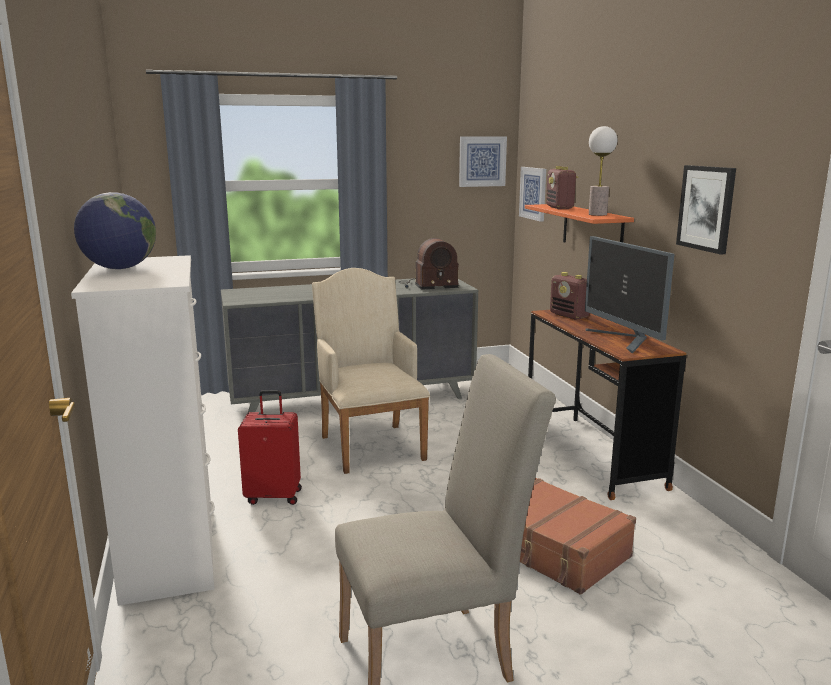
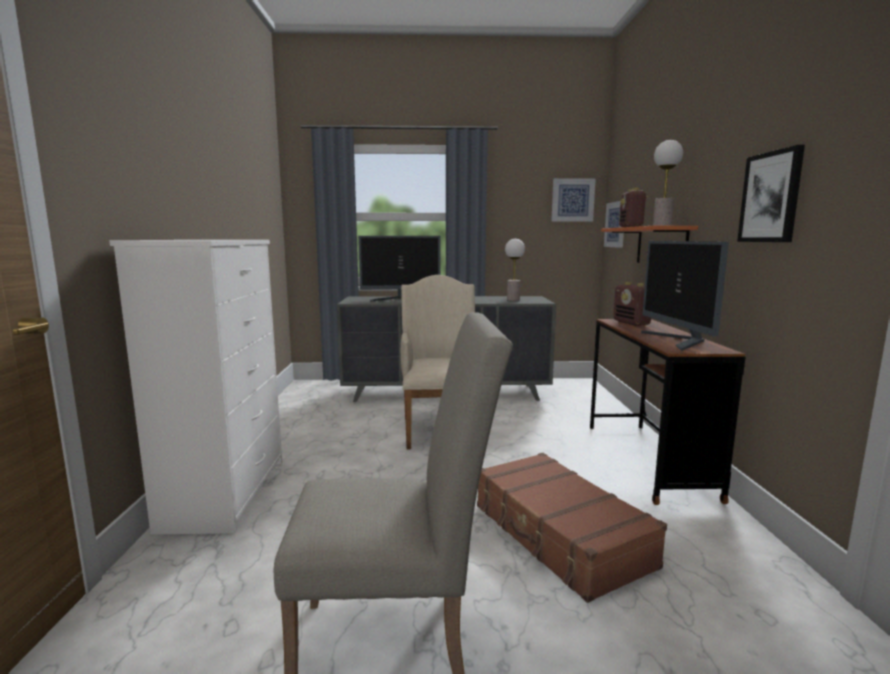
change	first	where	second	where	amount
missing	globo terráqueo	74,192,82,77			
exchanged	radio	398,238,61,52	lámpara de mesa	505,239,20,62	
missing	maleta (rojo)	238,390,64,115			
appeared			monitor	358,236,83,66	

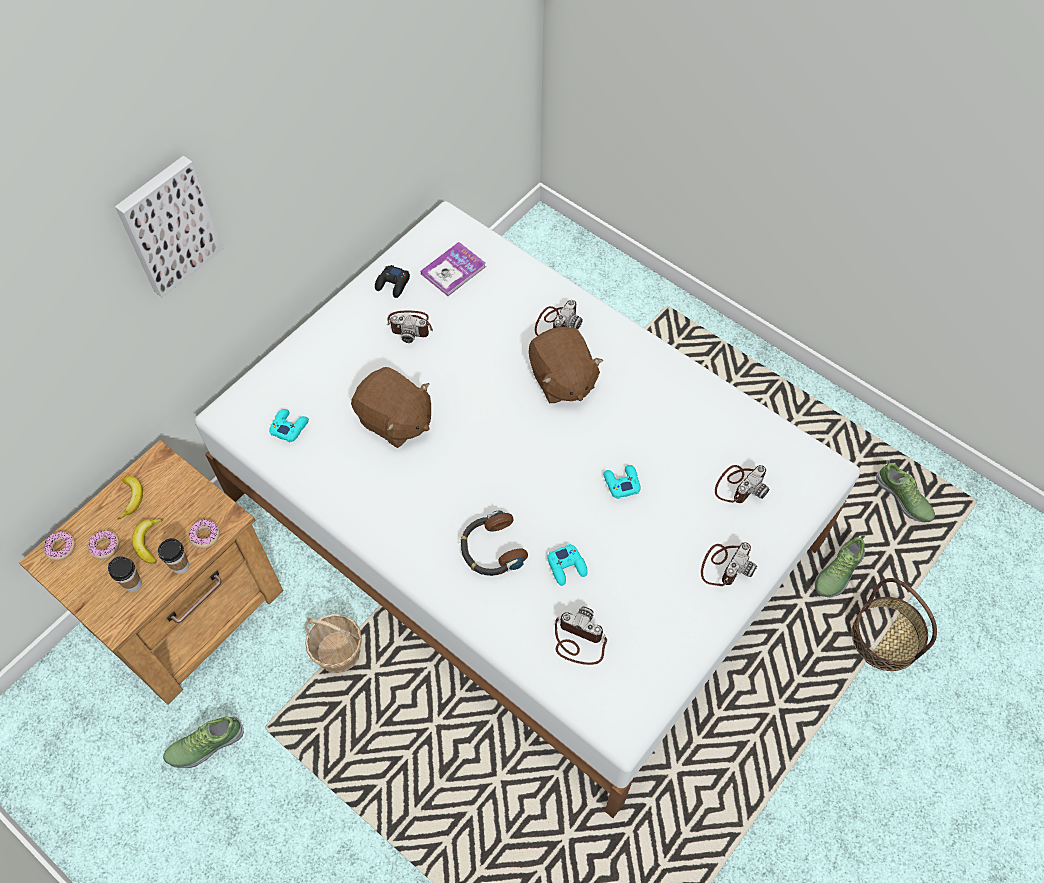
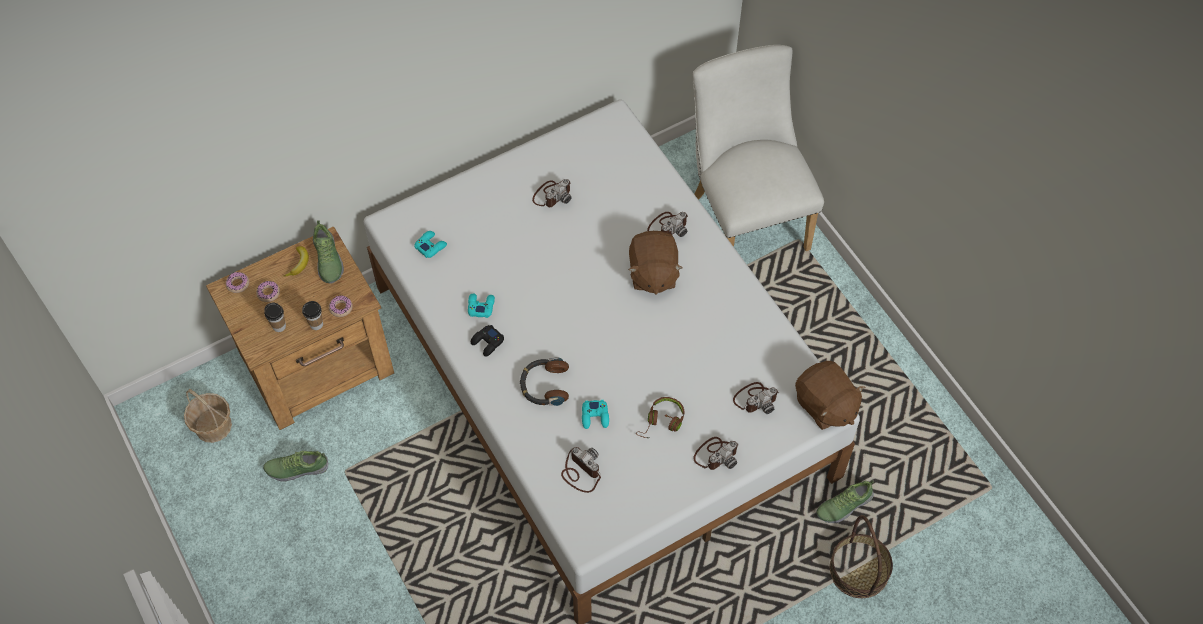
change	first	where	second	where	amount
missing	cuadro	115,155,108,142			
missing	libro	420,242,66,54			
relocated	mando de consola (negro)	375,265,35,33		471,325,33,32	
spun	cámara	387,310,46,33		532,179,40,28	75 degrees counterclockwise
relocated	peluche (marrón)	351,367,80,81		795,361,70,69	
relocated	zapato	876,460,59,63		313,220,31,63	
relocated	mando de consola (turquesa)	603,465,38,34		468,294,27,24	
missing	plátano	132,518,32,46			
relocated	cesta	305,614,57,59		184,389,48,54	
appeared			silla (blanco)	693,45,131,206	
appeared			auriculares (marrón)	636,397,49,41	

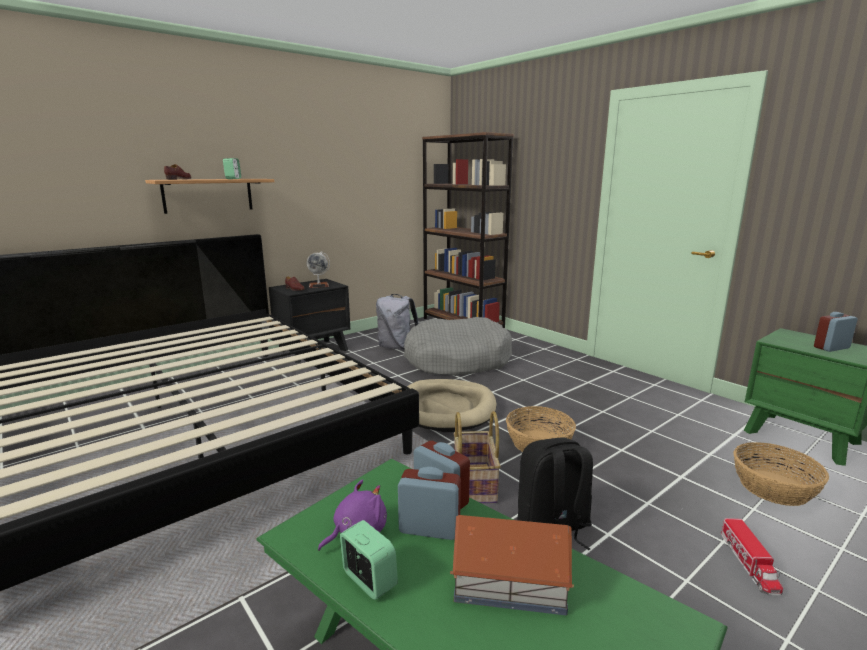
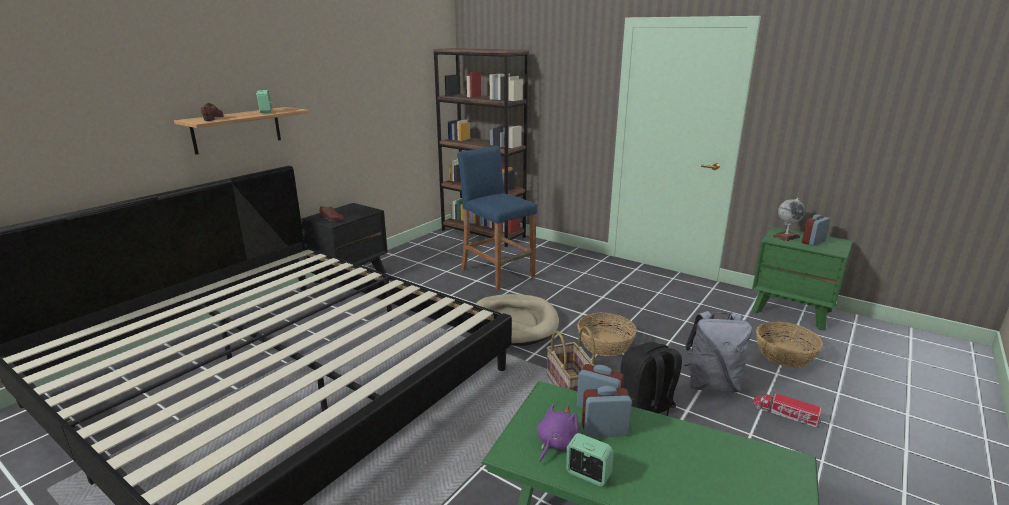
change	first	where	second	where	amount
relocated	globo terráqueo	307,251,23,37		773,198,32,43	
relocated	mochila (gris)	376,294,43,56		684,311,68,82	
exchanged	cama para perro (gris)	404,317,108,59	taburete (azul)	457,146,80,144	
missing	casita	450,515,124,100			
spun	camión de juguete	721,518,62,77		753,392,69,36	135 degrees clockwise

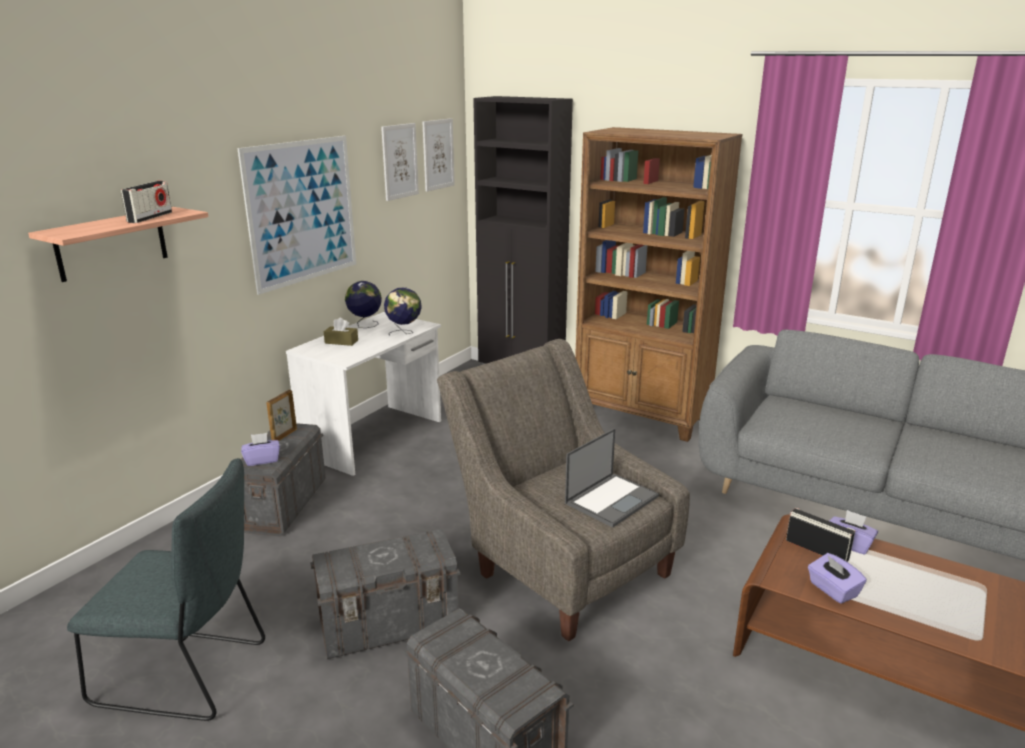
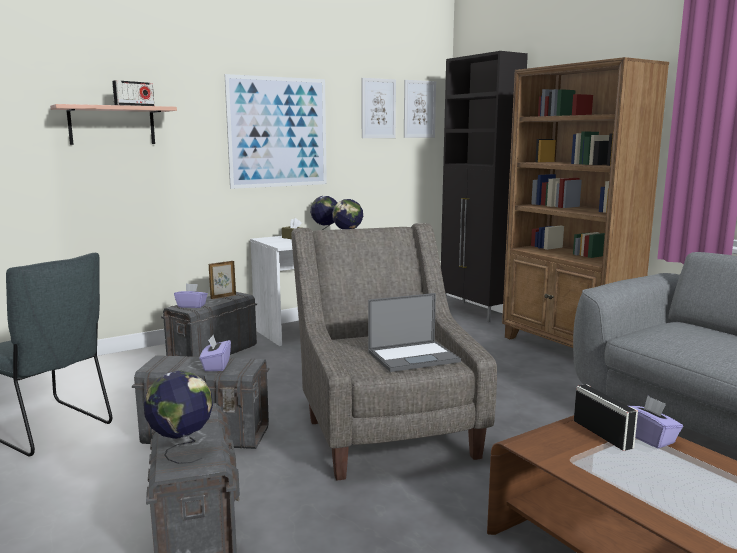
change	first	where	second	where	amount
relocated	caja de pañuelos (morado)	808,553,59,51		200,335,31,36	
appeared			globo terráqueo	143,371,70,93	

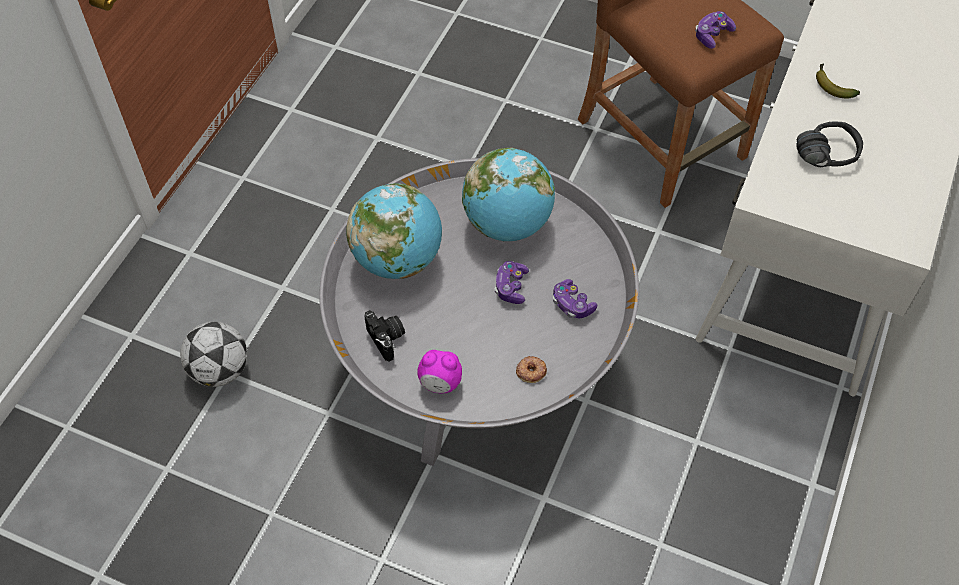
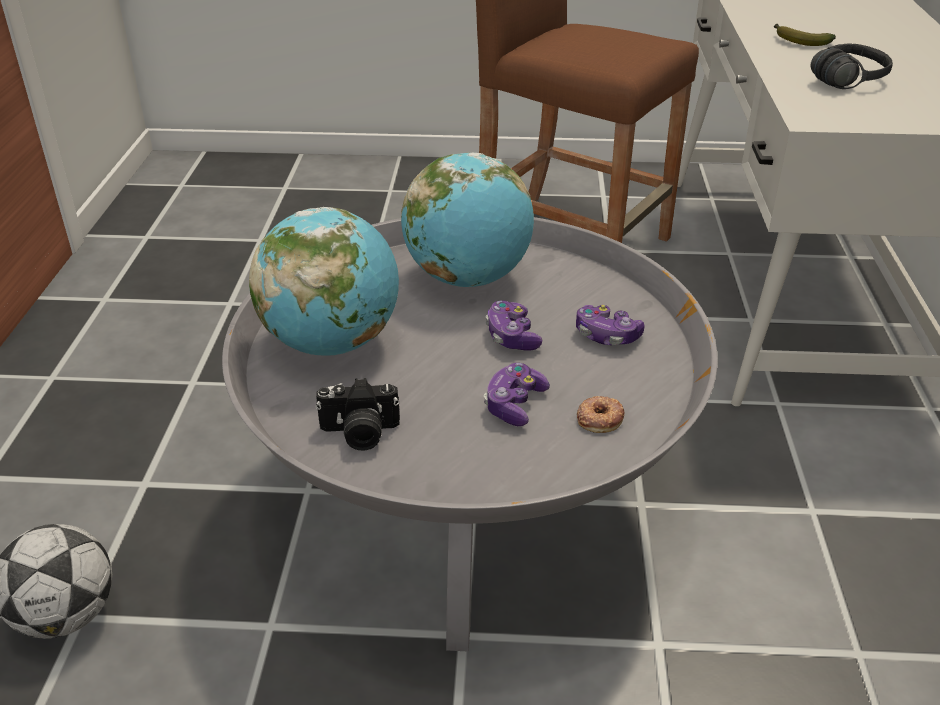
change	first	where	second	where	amount
relocated	mando de consola	695,11,41,38		484,363,66,63	
spun	cámara	364,310,41,52		315,378,85,72	135 degrees clockwise
missing	despertador	417,350,45,43			

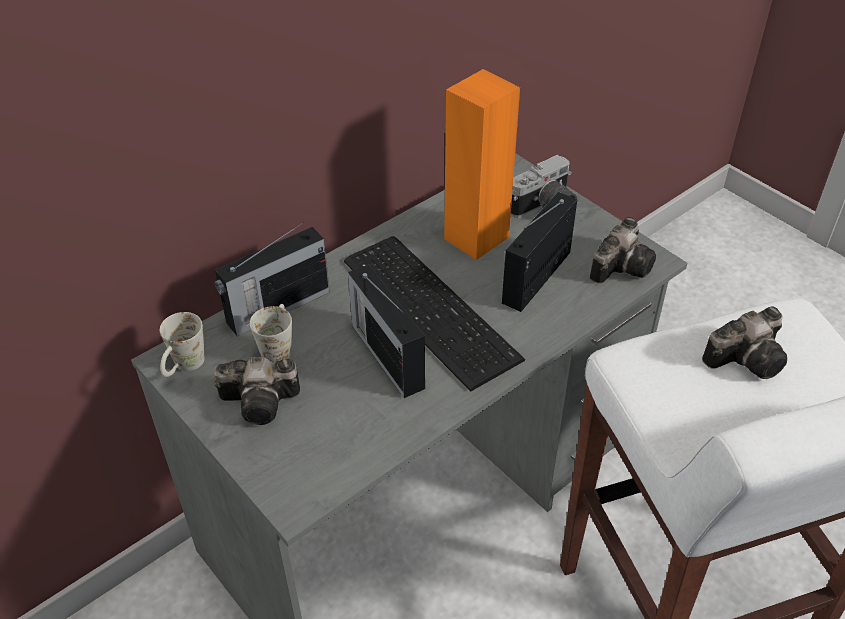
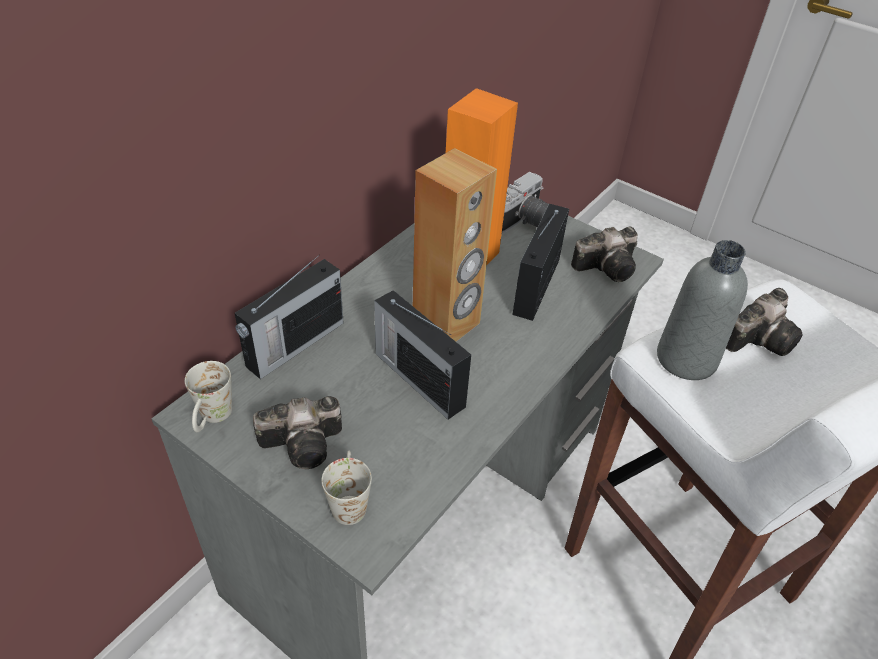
change	first	where	second	where	amount
spun	cámara	590,217,66,67		571,227,67,55	45 degrees clockwise
exchanged	teclado	344,236,181,156	altavoz (marrón)	413,148,84,194	
relocated	taza grande (blanco)	250,304,42,58		321,451,51,74	
appeared			botella (gris)	657,240,91,140	

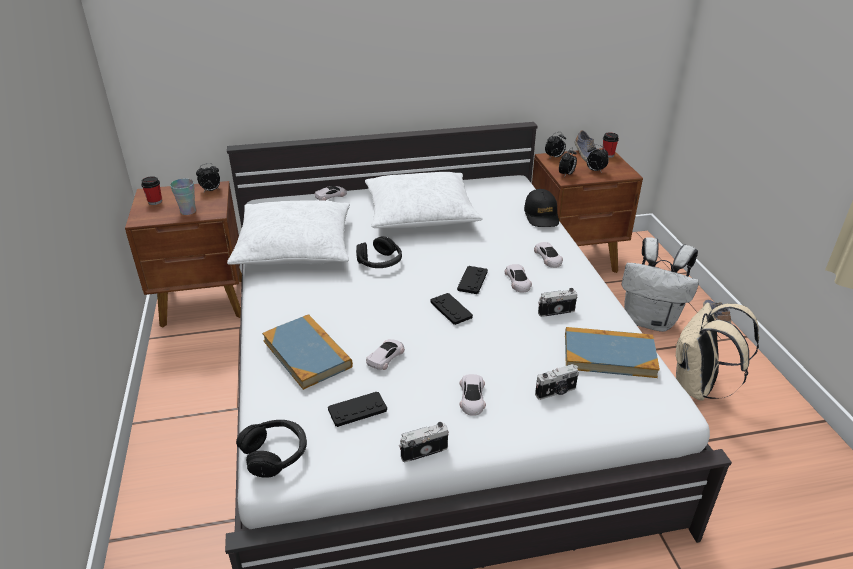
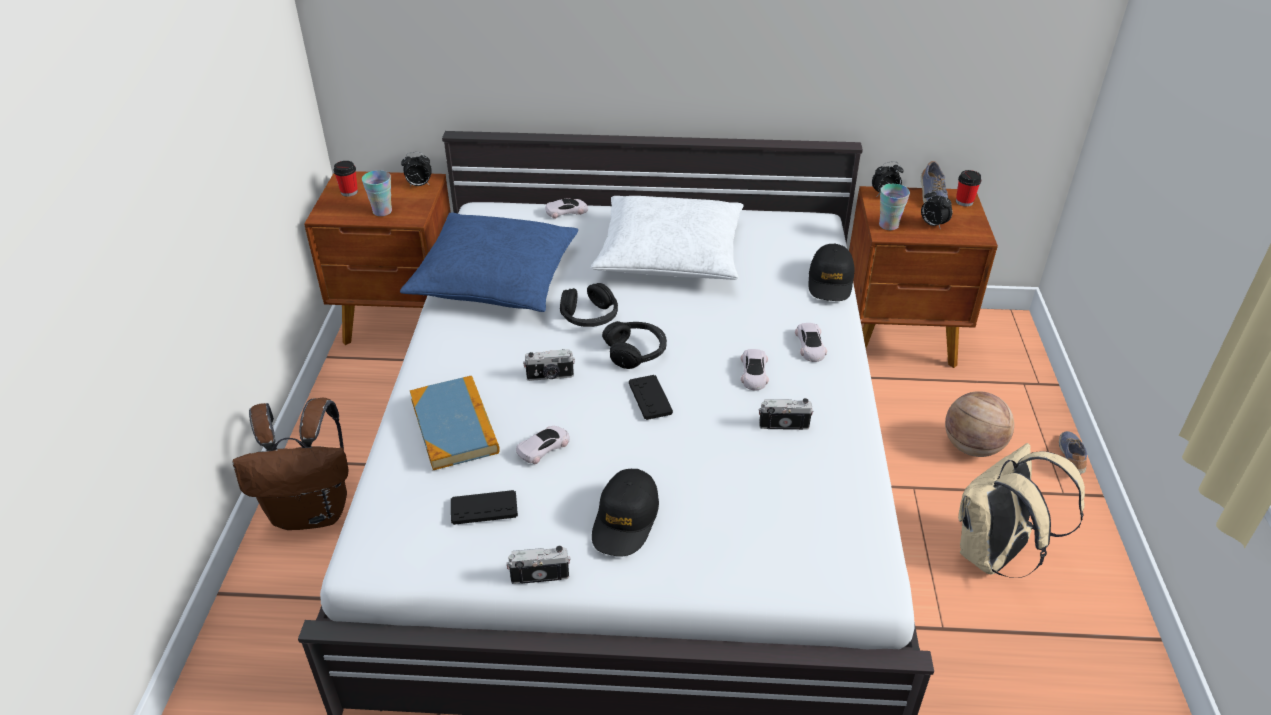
change	first	where	second	where	amount
exchanged	despertador	559,148,18,30	taza	879,184,31,46	
colour	cojín (blanco)	227,200,123,65	cojín (azul)	400,212,178,100	
exchanged	mochila (blanco)	622,238,77,94	balón de baloncesto	945,391,69,66	
missing	mando de consola (negro)	457,266,31,28			
missing	libro	565,327,95,51			
relocated	cámara	535,364,44,36		523,349,52,32	
exchanged	coche de juguete (blanco)	459,374,27,42	gorra (negro)	592,469,67,88	
relocated	auriculares (negro)	236,420,71,58		602,321,65,48	
appeared			mochila (marrón)	232,398,116,132	

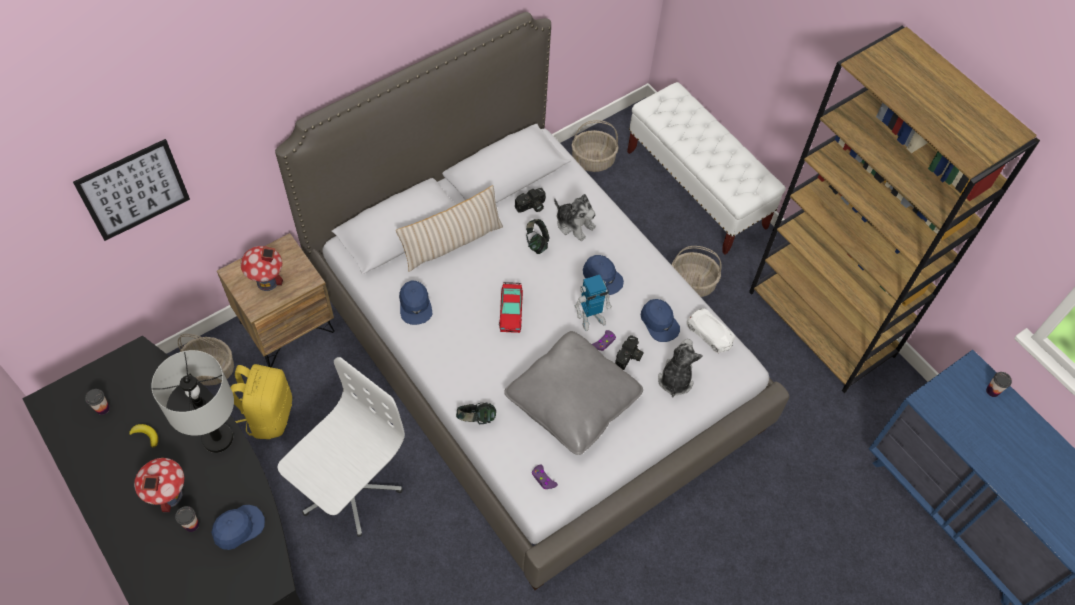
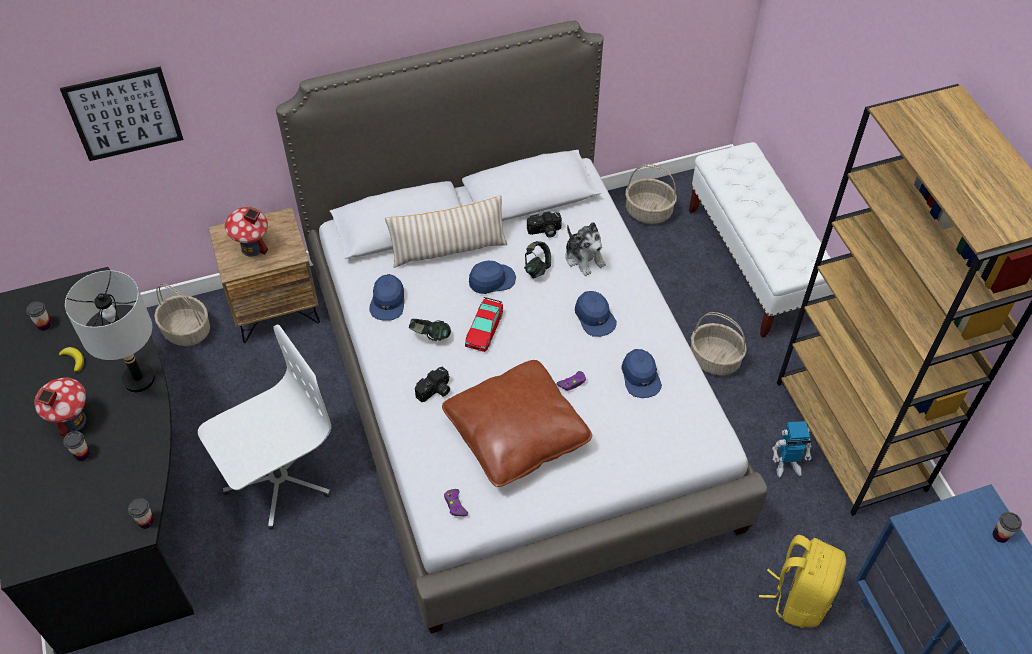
change	first	where	second	where	amount
relocated	robot de juguete	575,275,37,56		772,421,40,56	
missing	coche de juguete (blanco)	687,308,48,45			
colour	cojín (gris)	504,331,139,124	cojín (marrón)	442,360,150,127	
relocated	cámara	615,335,29,35		415,366,35,36	
missing	peluche	658,339,45,59			
relocated	mochila (amarillo)	230,364,62,75		759,535,87,93	
relocated	auriculares	456,402,40,22		409,319,42,22	
relocated	gorra (azul)	211,505,54,45		469,261,47,33	
appeared			taza	128,498,26,31	

